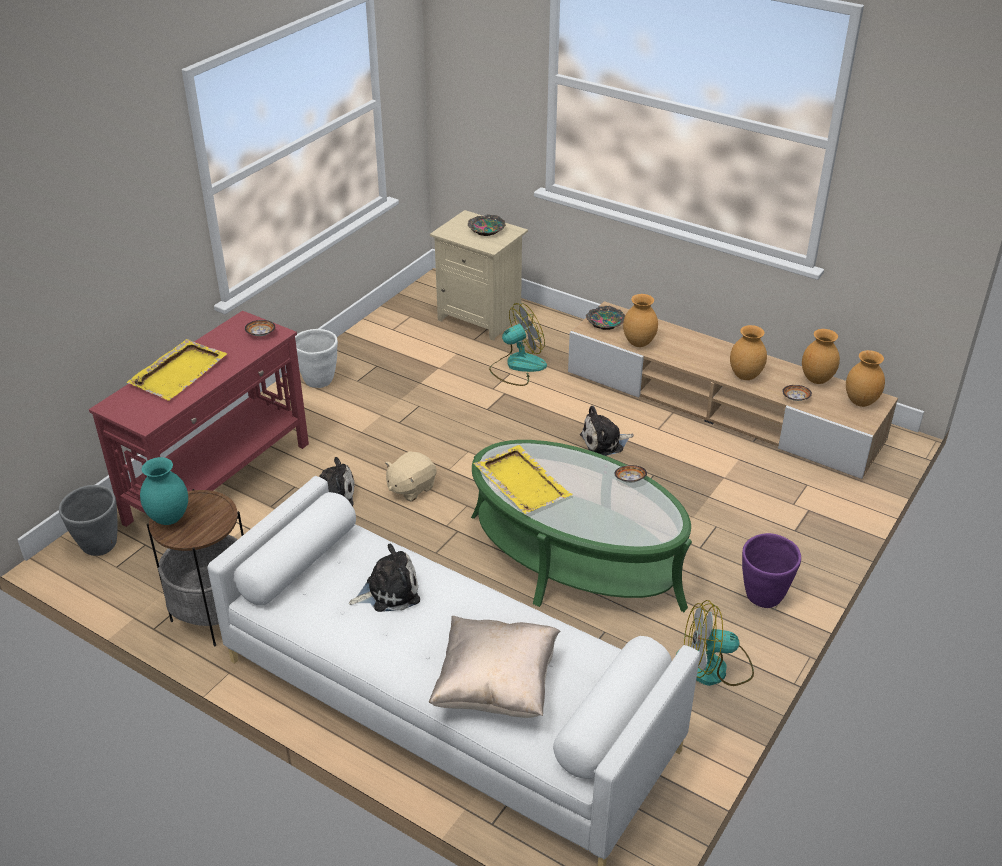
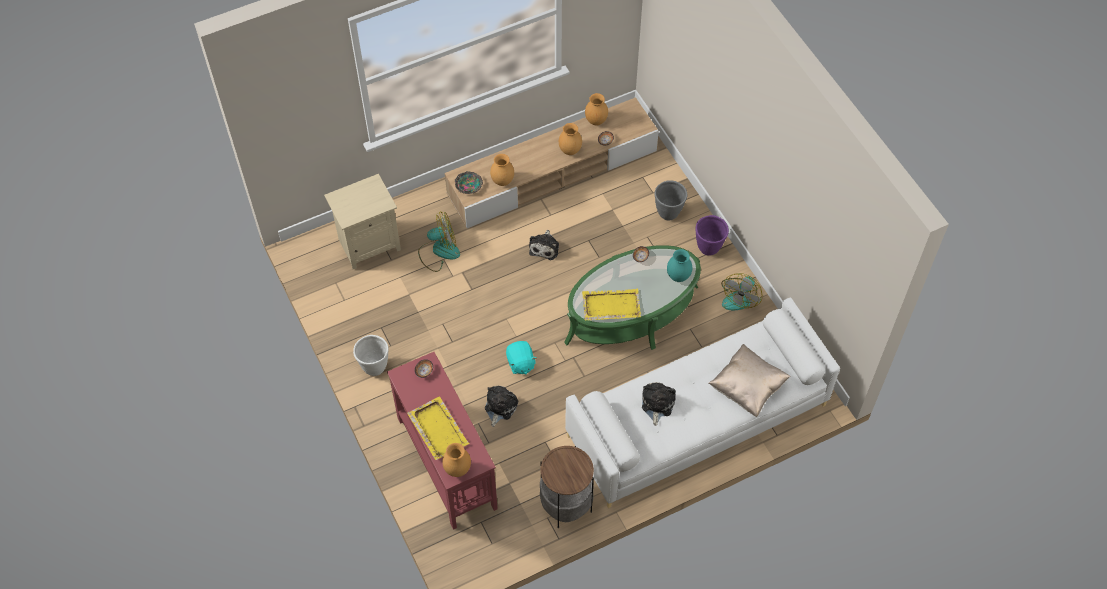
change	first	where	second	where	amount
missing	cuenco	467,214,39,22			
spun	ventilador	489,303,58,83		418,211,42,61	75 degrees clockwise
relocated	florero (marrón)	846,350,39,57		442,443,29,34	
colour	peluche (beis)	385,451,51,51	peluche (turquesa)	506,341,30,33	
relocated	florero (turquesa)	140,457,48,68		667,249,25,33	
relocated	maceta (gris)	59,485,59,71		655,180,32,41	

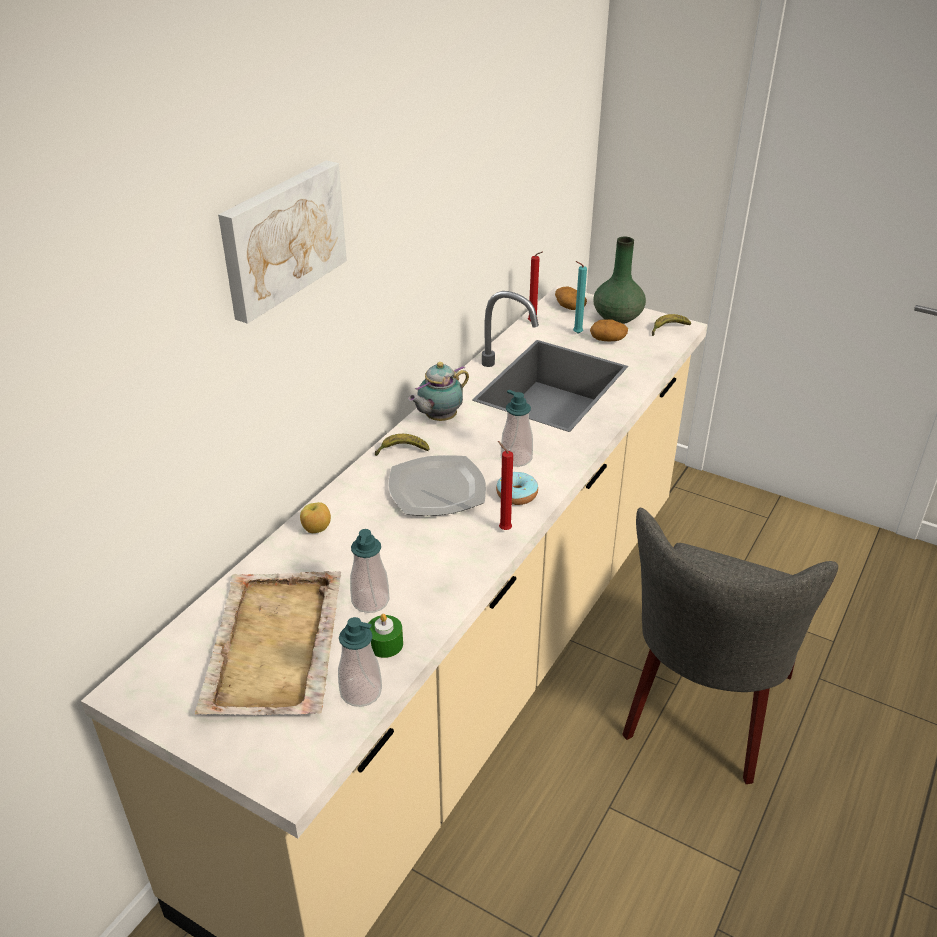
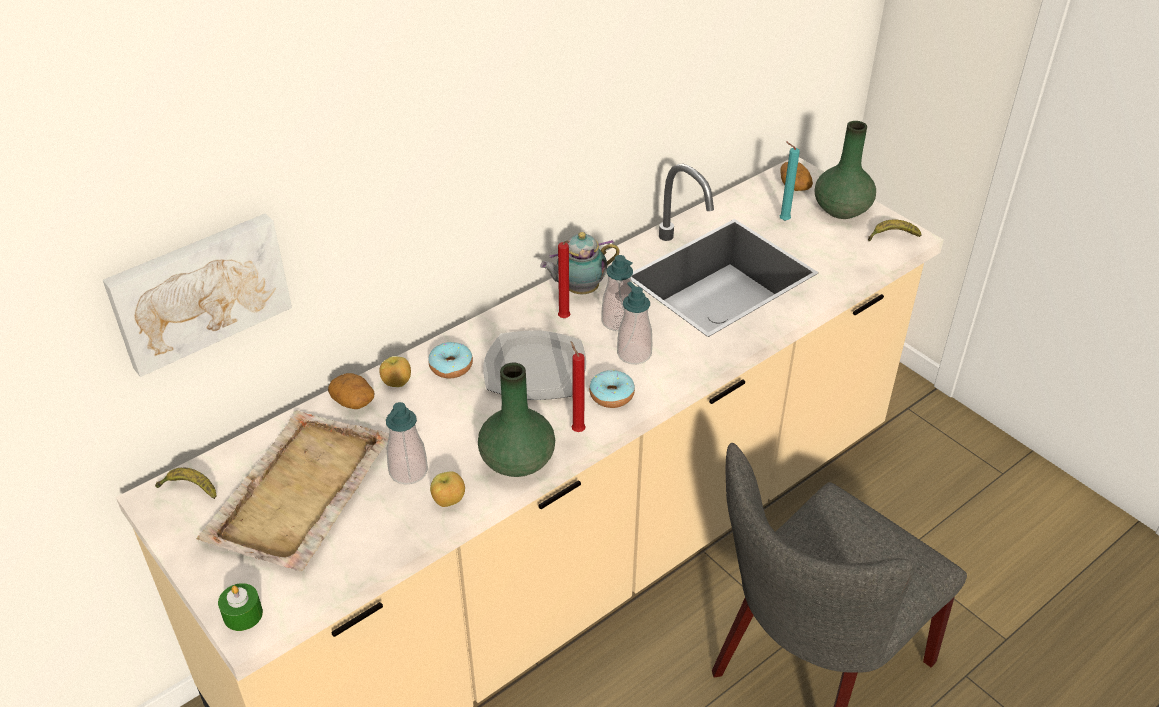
change	first	where	second	where	amount
relocated	cuadro	218,160,129,164		103,213,189,164	
relocated	vela (rojo)	528,252,15,69		558,241,12,77	
relocated	patata	590,319,38,22		328,373,47,36	
relocated	plátano	375,434,55,22		155,468,61,31	
relocated	vela (verde)	368,614,35,44		218,583,45,48	
relocated	dispensador de jabón	338,617,44,90		601,255,32,76	
appeared			rosquilla	428,342,45,36	
appeared			florero (verde)	478,363,77,114	
appeared			manzana	430,471,35,36	

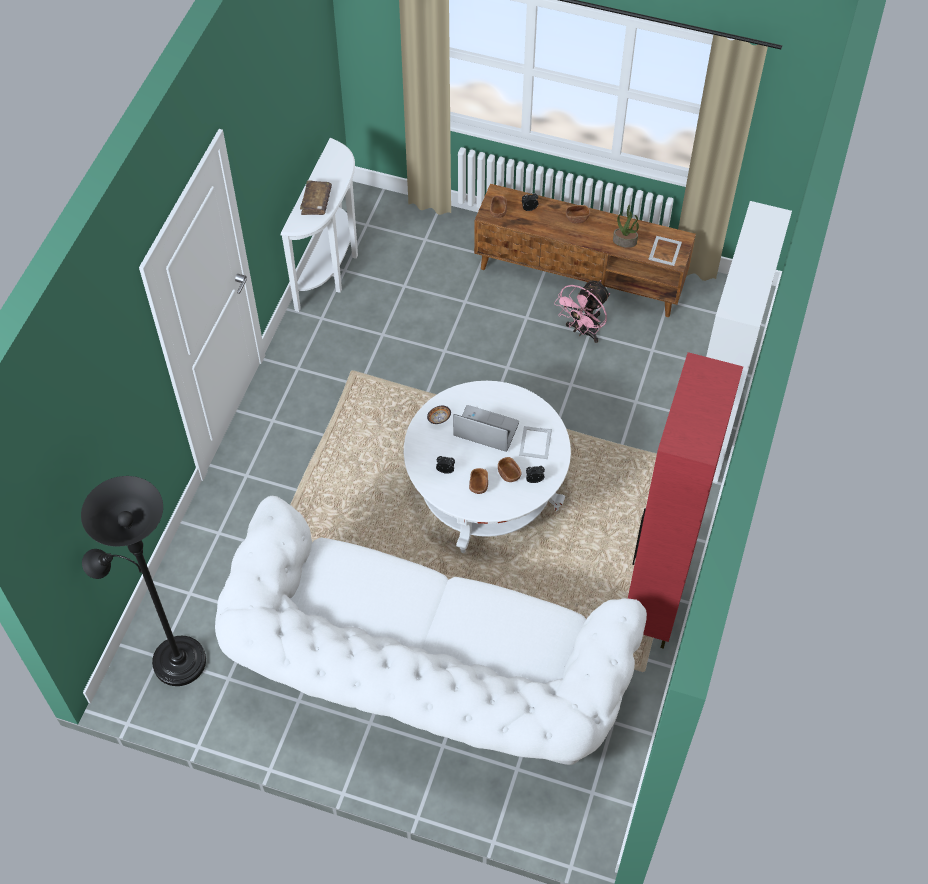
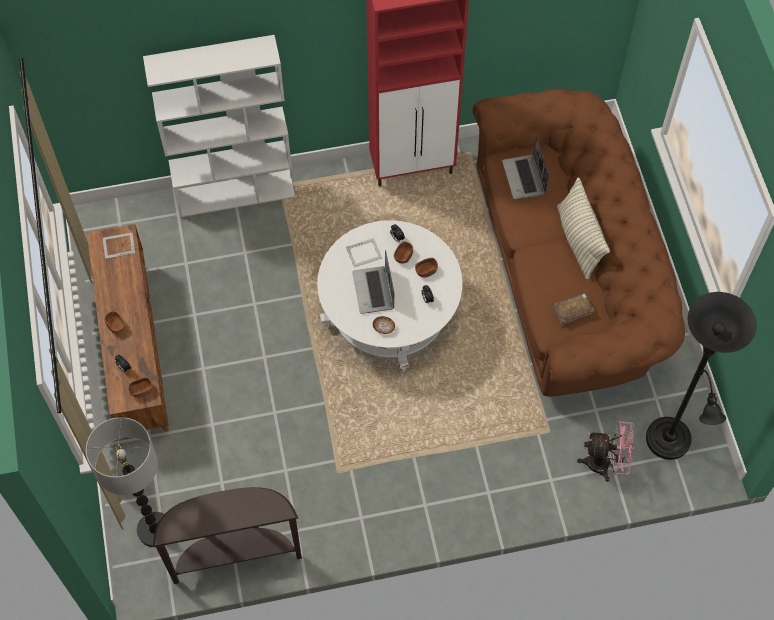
change	first	where	second	where	amount
colour	mesa consola (blanco)	281,138,77,174	mesa consola (marrón)	153,487,149,97	
relocated	libro (marrón)	300,180,32,35		552,292,43,34	
missing	planta en maceta	613,205,26,43			
relocated	ventilador (rosa)	554,280,56,63		577,420,57,62	
colour	sofá (blanco)	215,496,432,269	sofá (marrón)	473,89,212,307	
appeared			portátil	502,137,47,62	
appeared			cojín	557,177,53,102	
appeared			lámpara de pie	86,417,78,130	

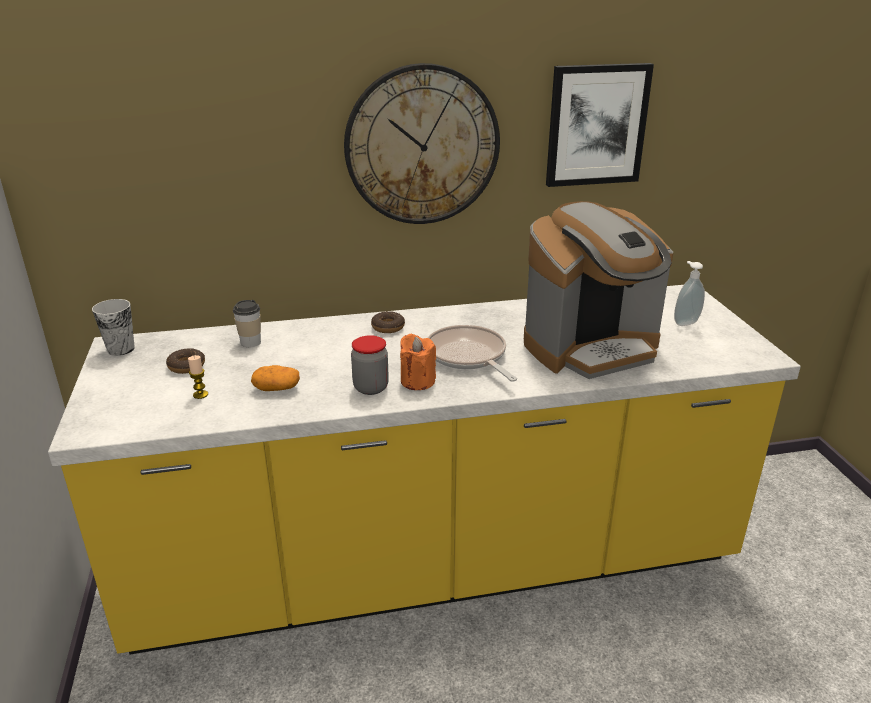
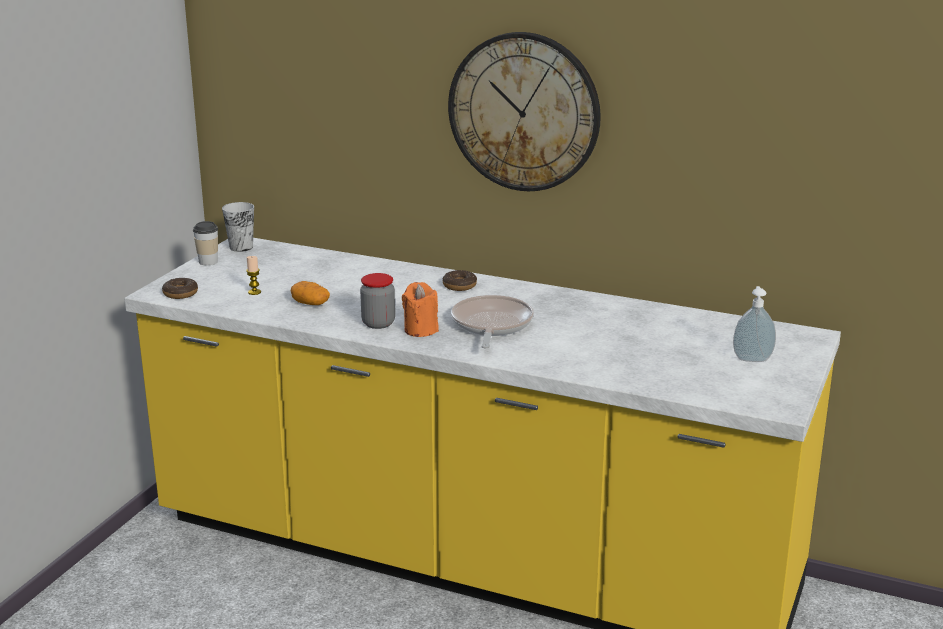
change	first	where	second	where	amount
missing	cuadro	546,63,108,124			
missing	cafetera	524,201,149,178			
relocated	taza	233,300,28,47		193,221,25,44	
relocated	rosquilla	166,348,39,26		162,278,36,21	

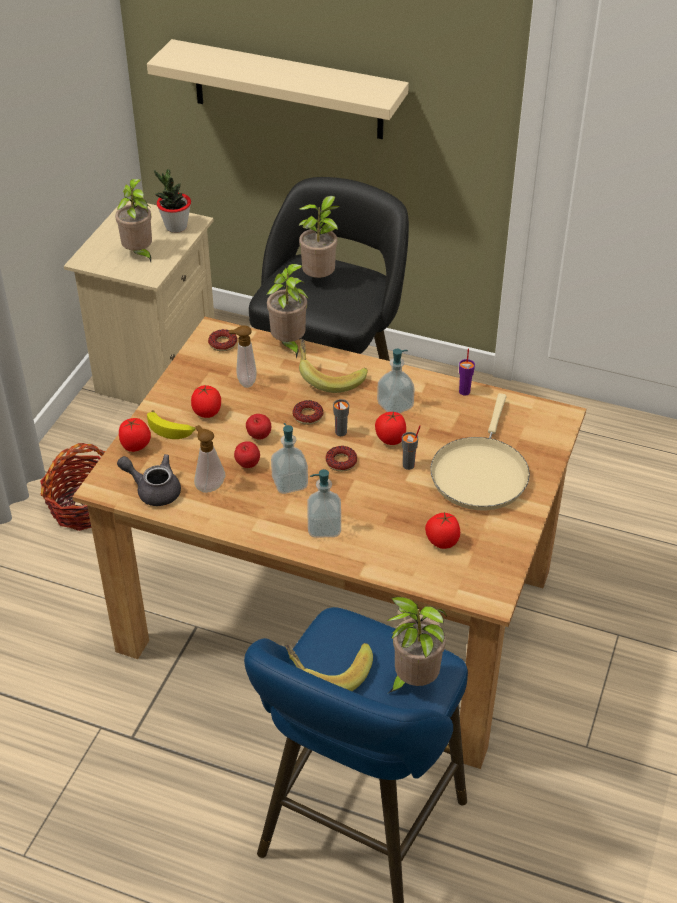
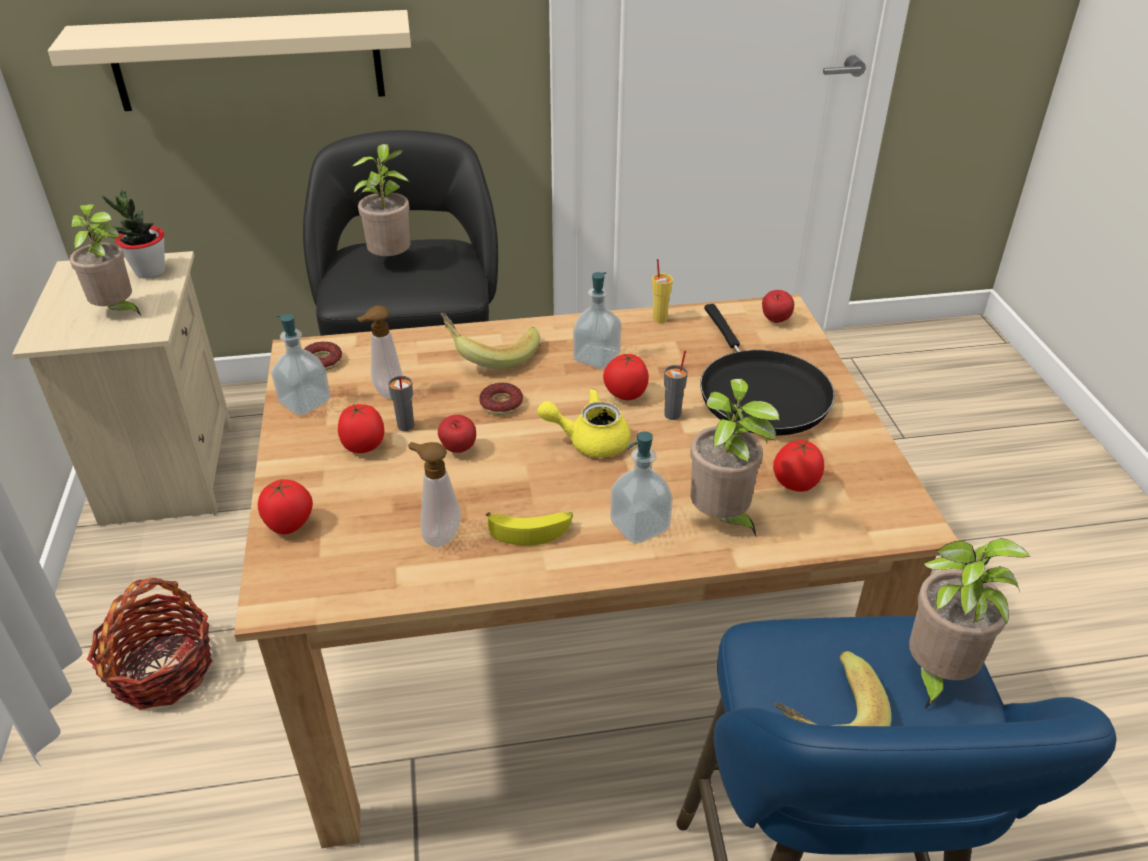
change	first	where	second	where	amount
relocated	planta en maceta	267,264,42,95		690,379,89,159	
colour	taza (morado)	459,349,16,47	taza (amarillo)	652,259,21,64	
colour	sartén (beis)	430,393,100,117	sartén (negro)	700,304,135,132	
relocated	taza (gris)	333,399,16,37		388,376,26,55	
relocated	plátano	147,410,49,29		486,512,87,34	
relocated	dispensador de jabón	271,423,37,71		271,314,60,102	
relocated	manzana	234,441,26,27		762,290,32,33	
exchanged	rosquilla	325,446,32,26	tetera (amarillo)	537,388,94,70	
missing	tetera (gris)	117,454,64,52			

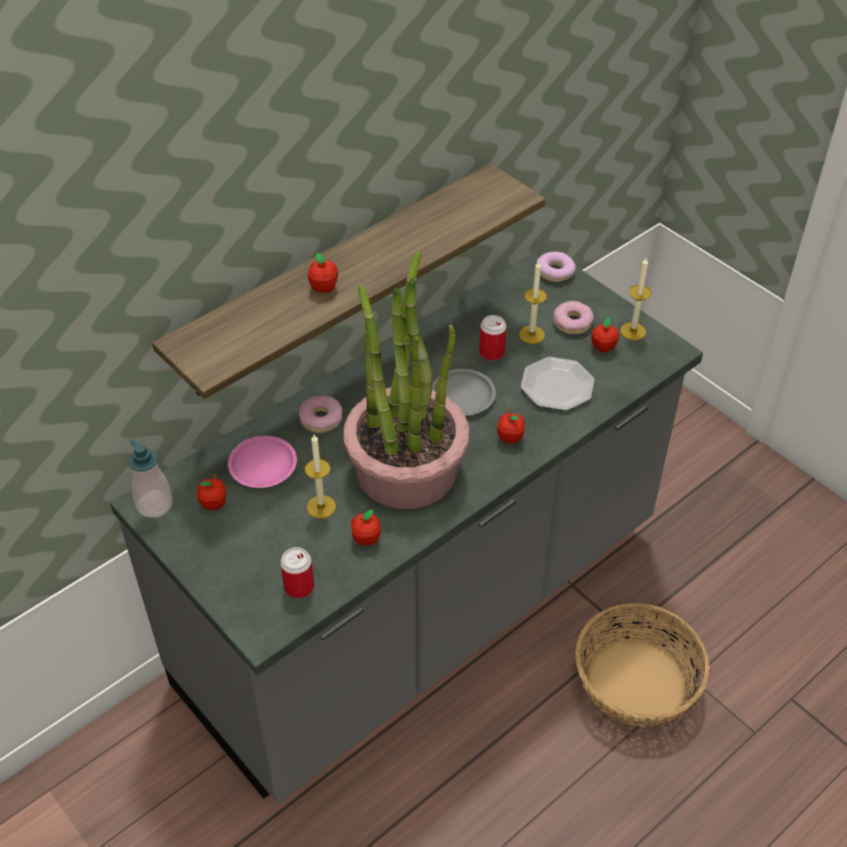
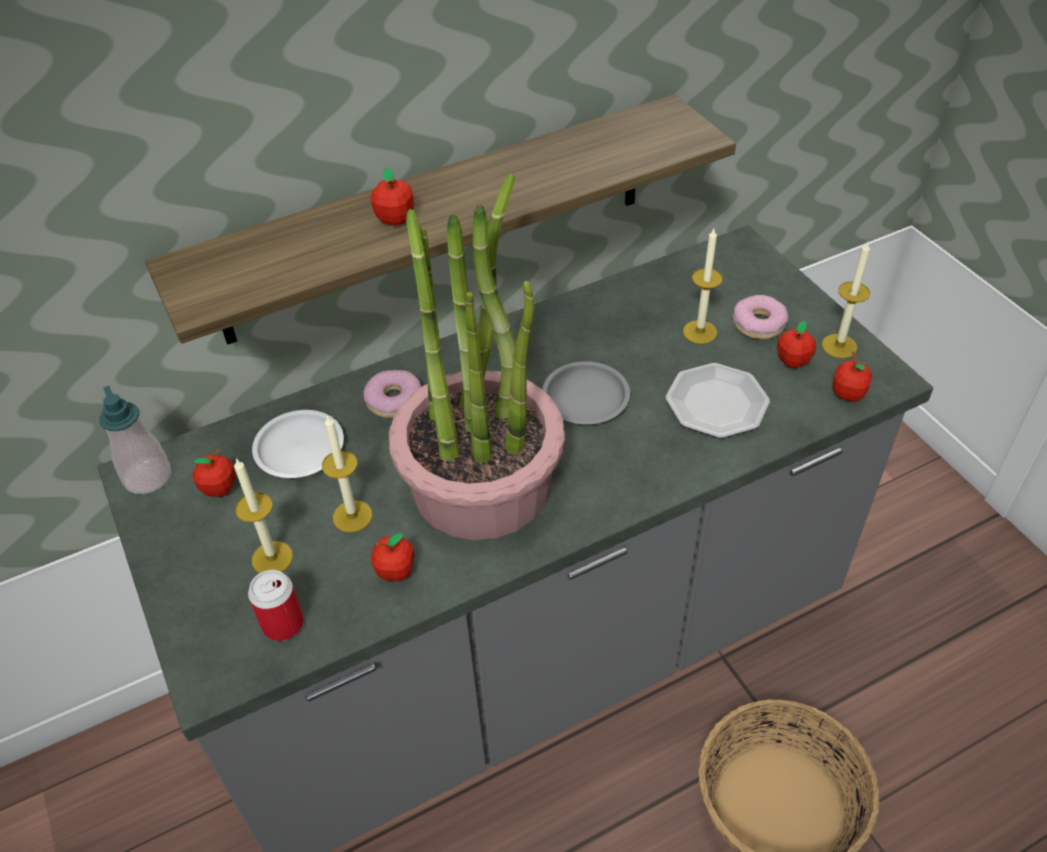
change	first	where	second	where	amount
missing	rosquilla	536,252,40,30			
missing	lata	479,315,27,46			
relocated	manzana	497,407,28,37		833,351,40,51	
colour	plato (rosa)	228,436,69,52	plato (blanco)	252,410,92,68	
appeared			vela	234,458,59,115	

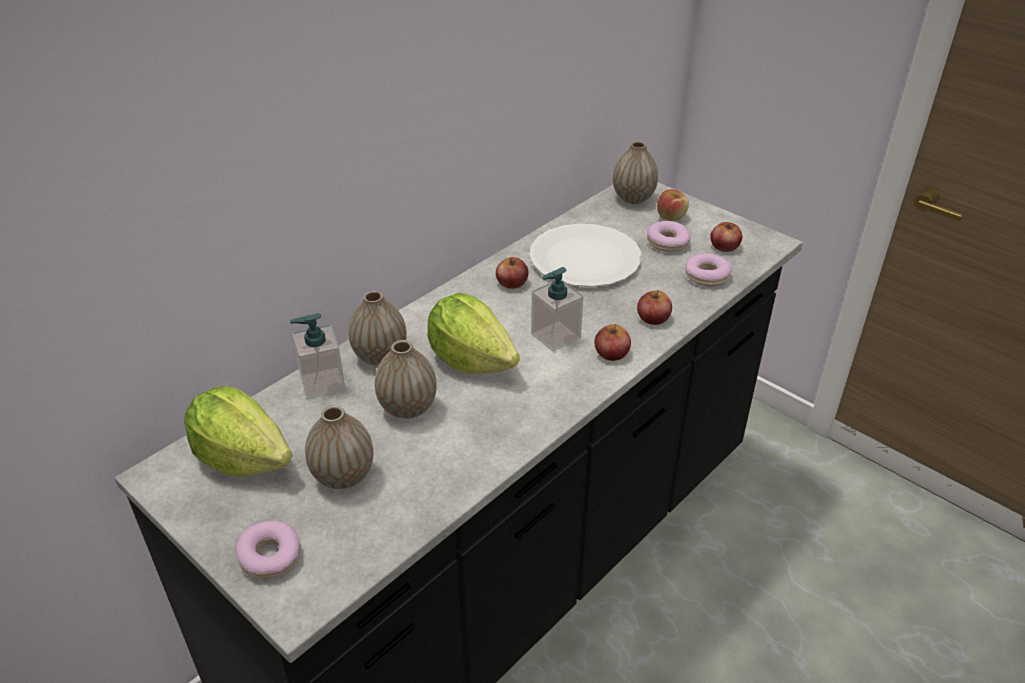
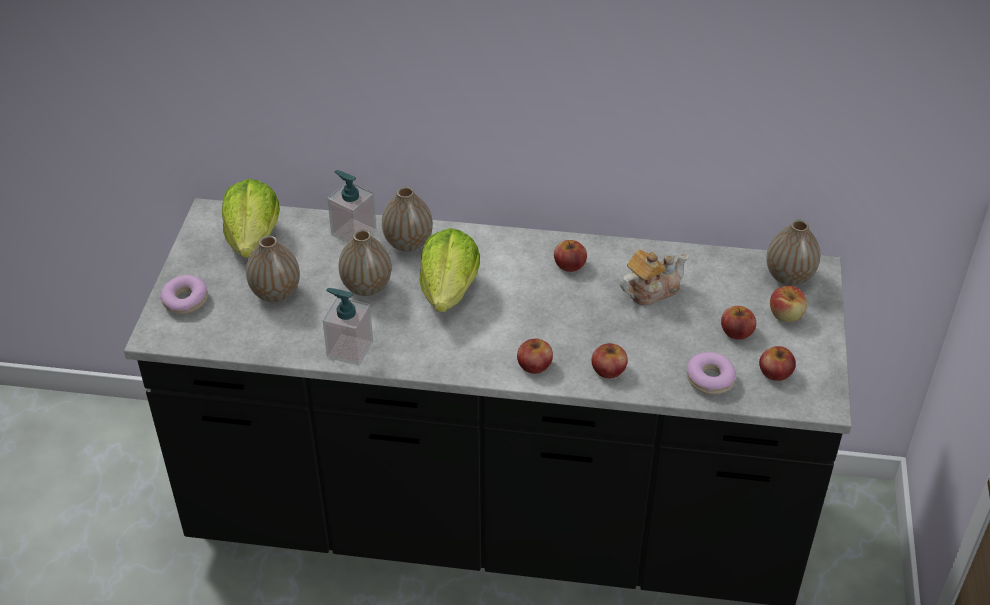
change	first	where	second	where	amount
exchanged	rosquilla	647,221,44,30	manzana	721,306,35,34	
exchanged	plato (blanco)	529,224,112,63	tetera	620,249,68,56	
relocated	dispensador de jabón	531,267,52,85		322,288,51,78	

